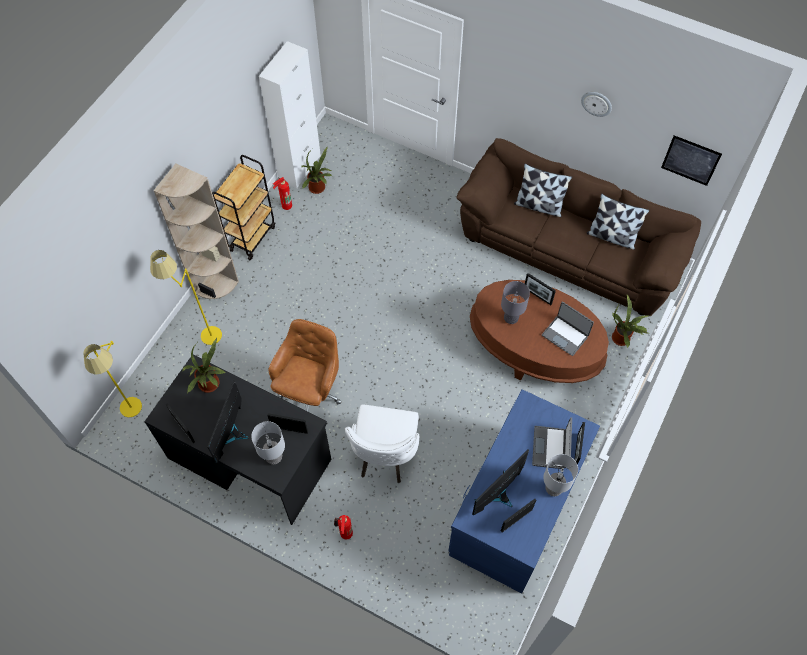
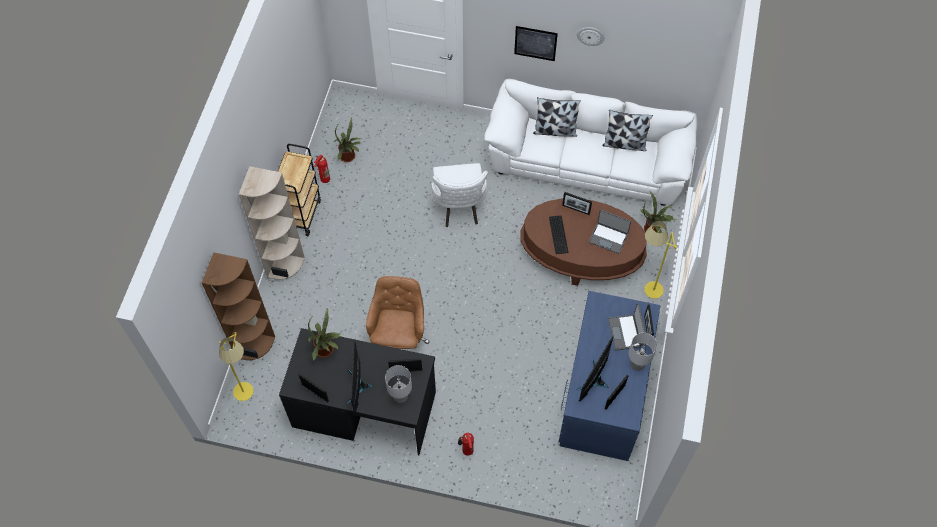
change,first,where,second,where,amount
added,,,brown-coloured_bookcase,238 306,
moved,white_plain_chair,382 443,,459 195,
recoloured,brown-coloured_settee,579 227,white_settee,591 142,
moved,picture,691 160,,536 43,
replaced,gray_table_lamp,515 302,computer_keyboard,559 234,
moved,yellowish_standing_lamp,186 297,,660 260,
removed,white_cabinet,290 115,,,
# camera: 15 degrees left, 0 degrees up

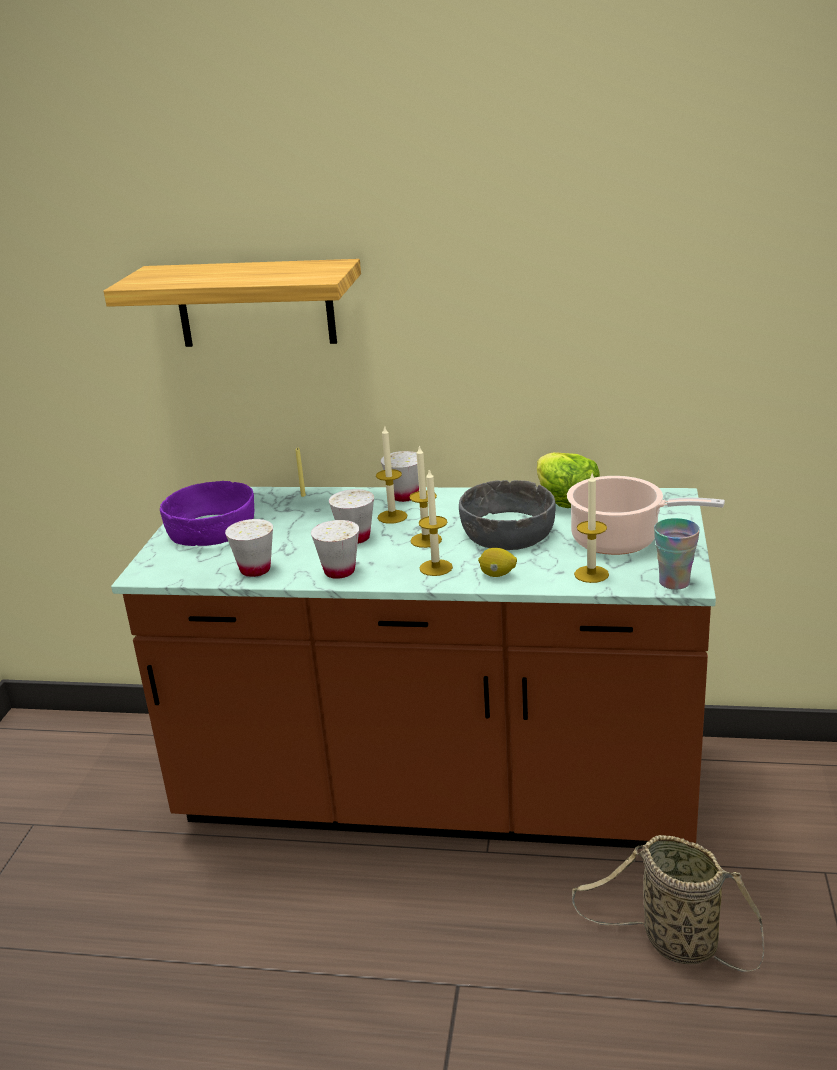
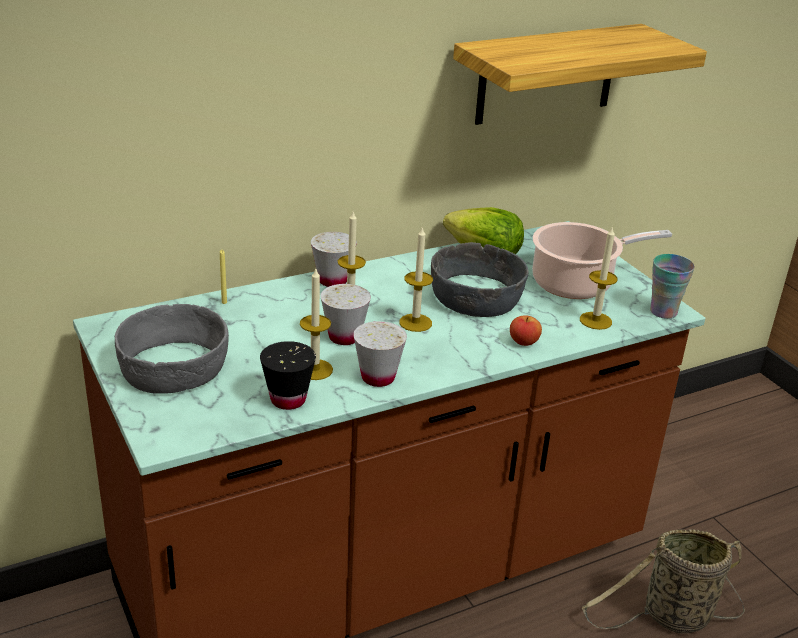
change,first,where,second,where,amount
recoloured,purple-coloured_bowl,207 513,gray_bowl,172 349,
recoloured,white_cup,249 548,black_cup,288 375,
moved,wax_candle,436 522,,316 324,
moved,wall_shelf,232 303,,580 74,
replaced,whole_lemon,497 562,whole_apple,526 330,
# camera: 40 degrees left, 5 degrees up

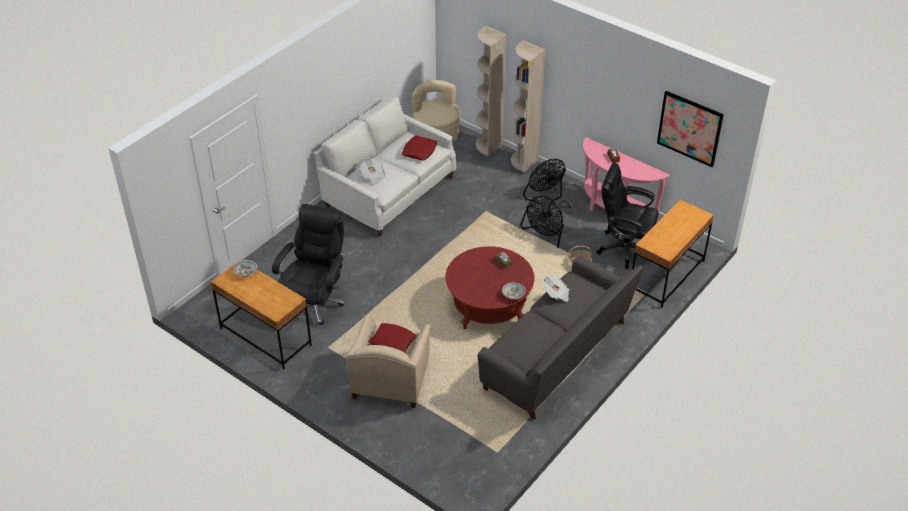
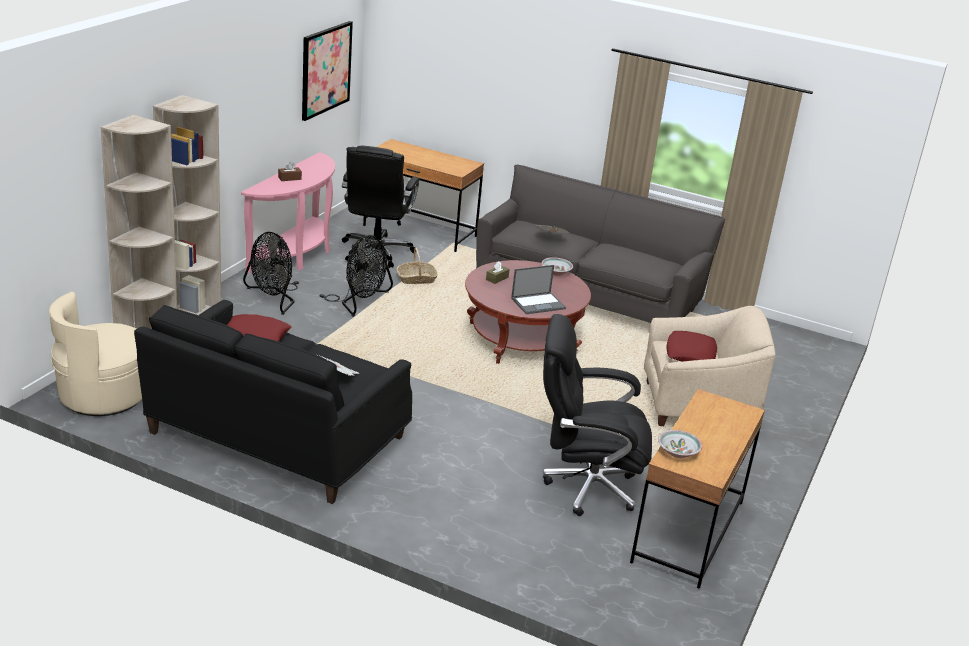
change,first,where,second,where,amount
recoloured,white_settee,385 166,black_settee,273 402,
added,,,notebook_computer,538 289,
# camera: 105 degrees left, 15 degrees down

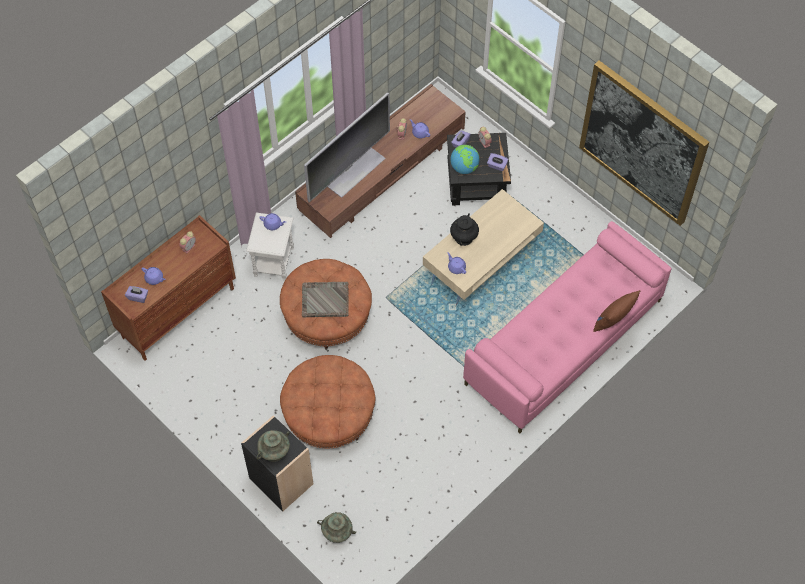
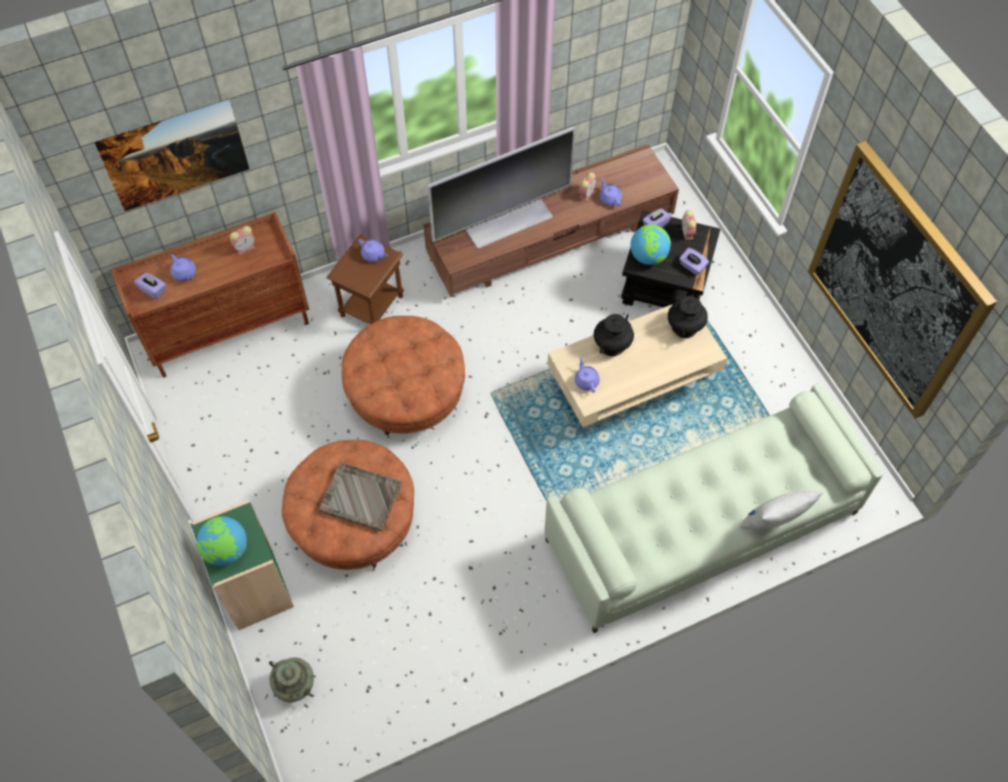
change,first,where,second,where,amount
added,,,picture,172 155,
recoloured,black_bookcase,277 463,green_bookcase,242 565,
replaced,blue-green_flower_vase,273 446,globe,221 541,
moved,gray_tray,325 299,,360 497,
recoloured,white_accent_table,270 246,brown-coloured_accent_table,365 279,
recoloured,pink-coloured_settee,567 327,white_settee,713 508,
added,,,black_flower_vase,688 315,
recoloured,brown-coloured_cushion,616 311,gray_cushion,781 510,
# camera: 20 degrees right, 0 degrees up

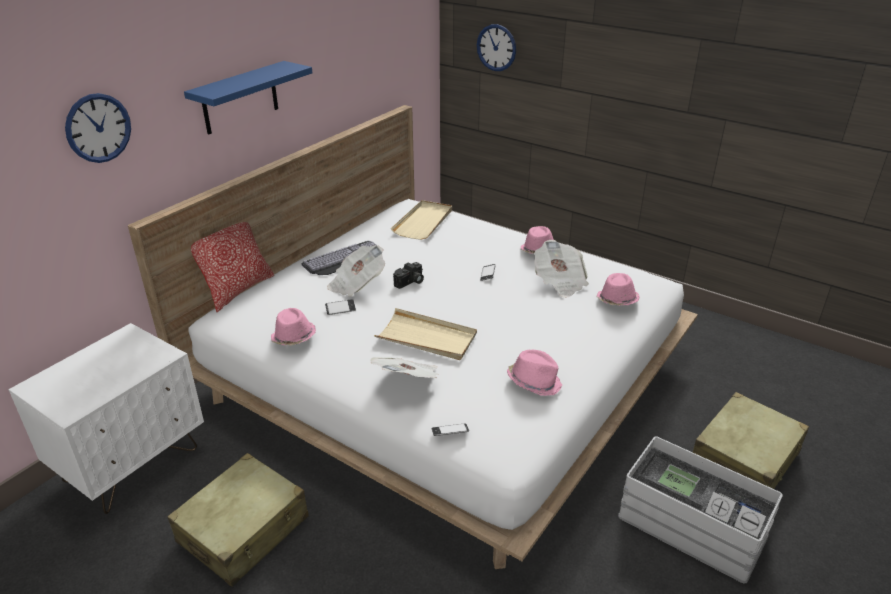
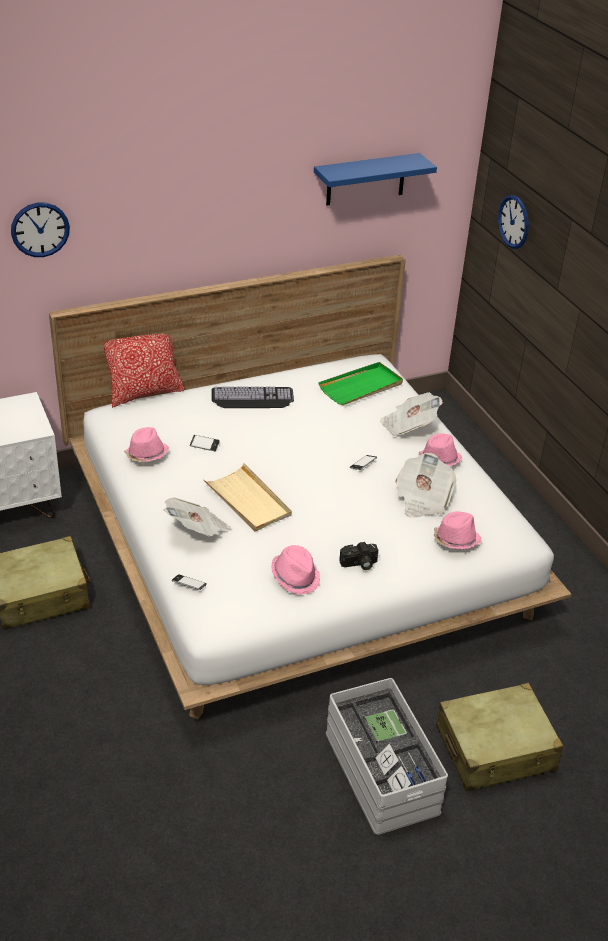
change,first,where,second,where,amount
moved,bluish_wall_shelf,248 98,,375 179,
recoloured,beige-coloured_tray,421 220,green_tray,360 383,
moved,photo_camera,408 275,,358 556,
moved,newspaper,356 271,,411 414,
# camera: 30 degrees right, 5 degrees up

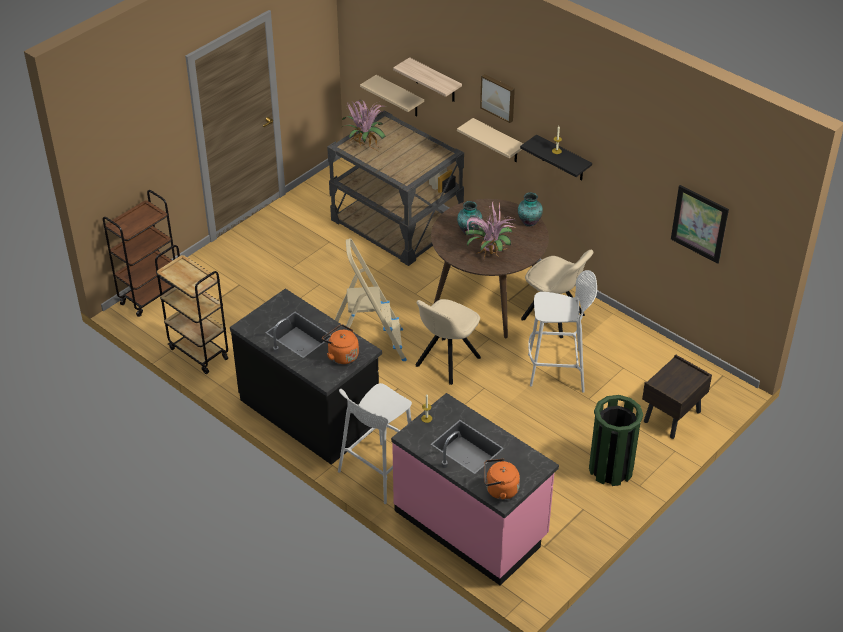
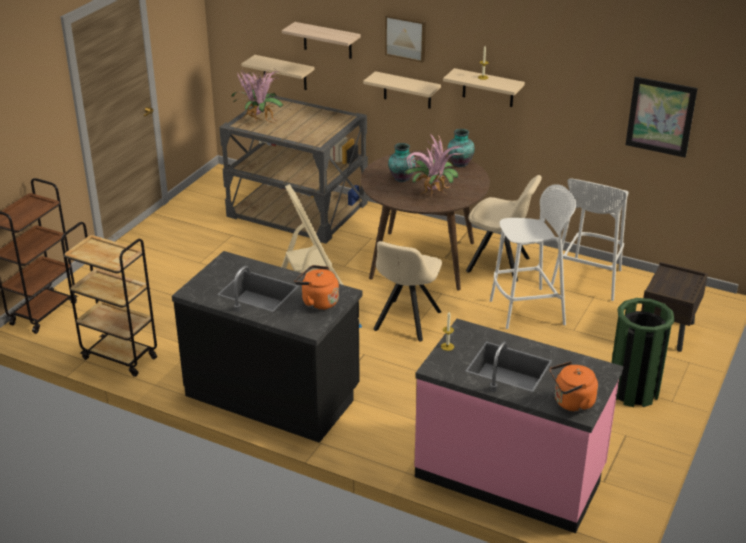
change,first,where,second,where,amount
recoloured,black_wall_shelf,556 158,beige-coloured_wall_shelf,484 87,
moved,white_stool,375 443,,590 239,
# camera: 15 degrees left, 10 degrees down

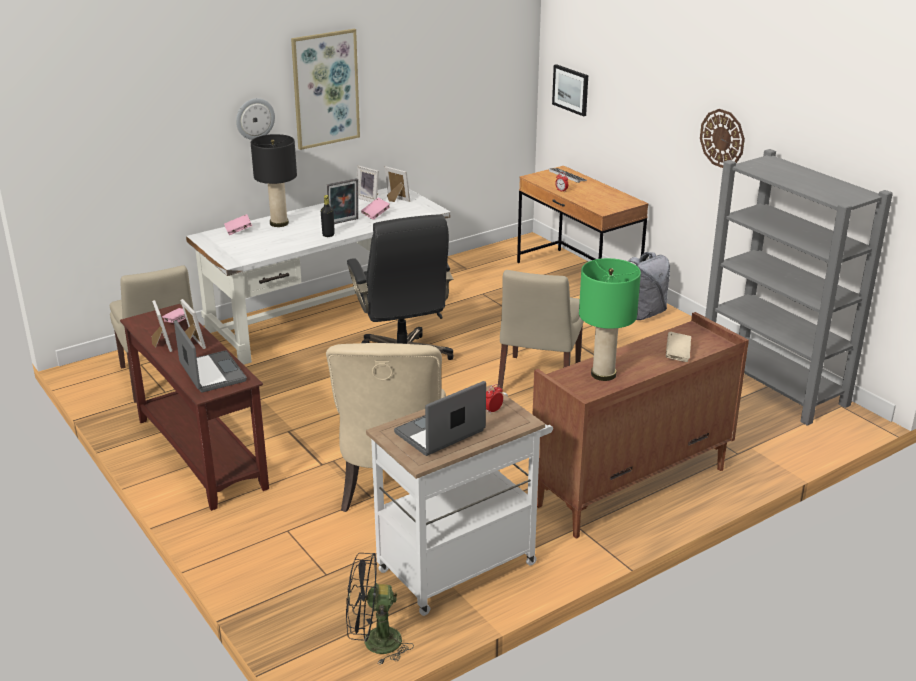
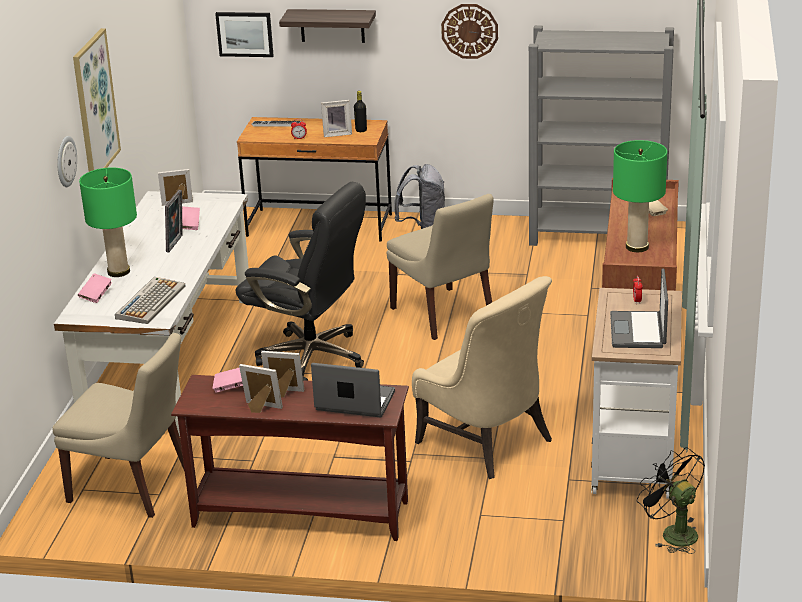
change,first,where,second,where,amount
recoloured,black_table_lamp,274 180,green_table_lamp,108 222,
added,,,computer_keyboard,150 300,
added,,,wall_shelf,327 26,
moved,photo_frame,368 183,,336 118,
moved,black_drink_bottle,328 216,,360 111,
turned,black_cooling_fan,380 609,,671 500,105 degrees clockwise
# camera: 45 degrees left, 0 degrees up

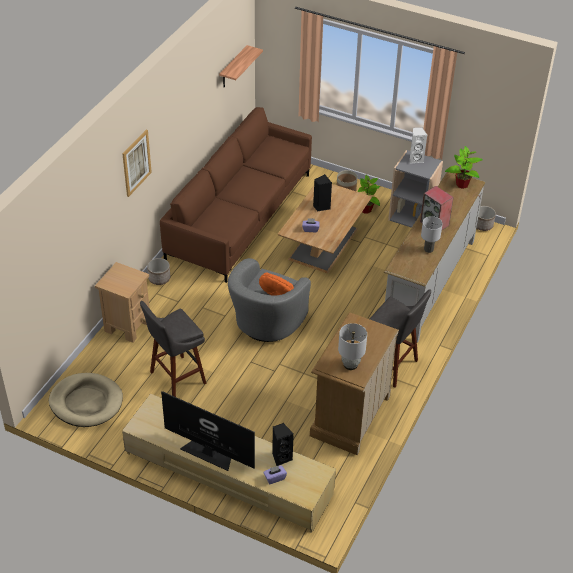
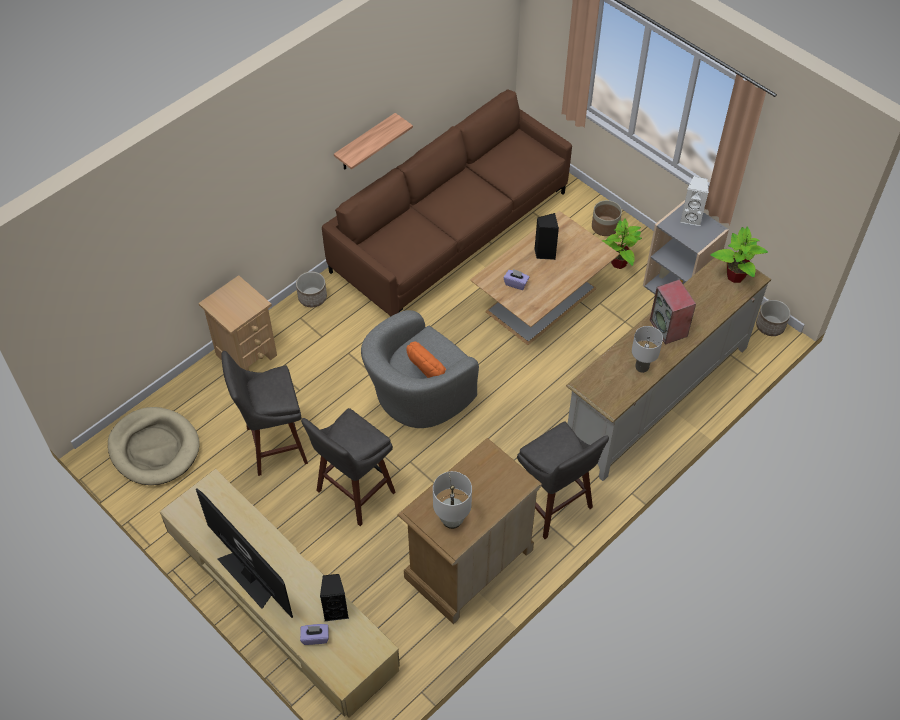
change,first,where,second,where,amount
added,,,gray_stool,348 467,
moved,wall_shelf,241 66,,373 141,
removed,picture,137 163,,,
# camera: 20 degrees right, 10 degrees up

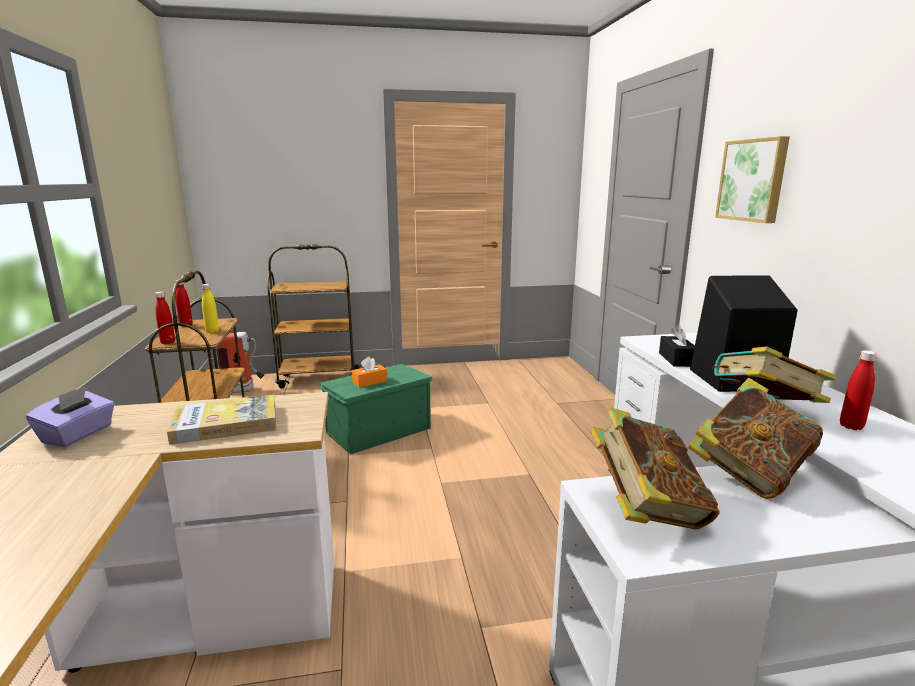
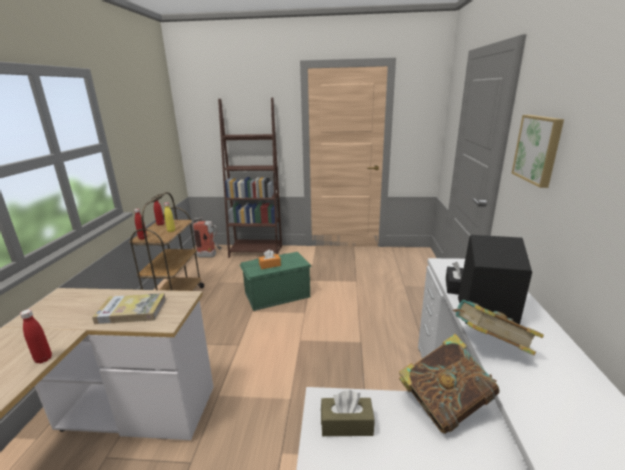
change,first,where,second,where,amount
moved,reddish_drink_bottle,858 390,,36 336,
replaced,brown-coloured_trolley,314 316,brown-coloured_bookcase,250 178,
replaced,volume,655 468,brown-coloured_box_of_tissues,348 413,
removed,purple-coloured_box_of_tissues,70 416,,,
# camera: 15 degrees right, 5 degrees up

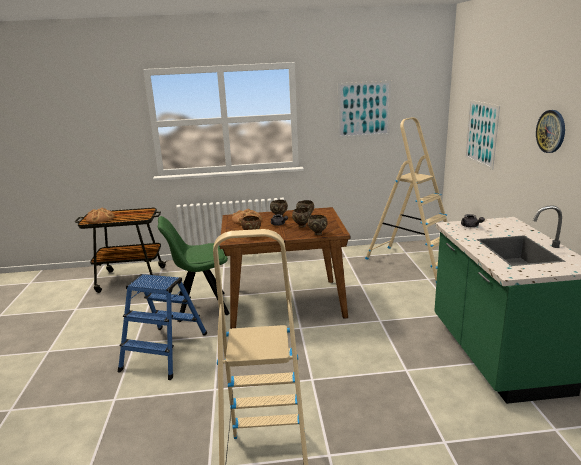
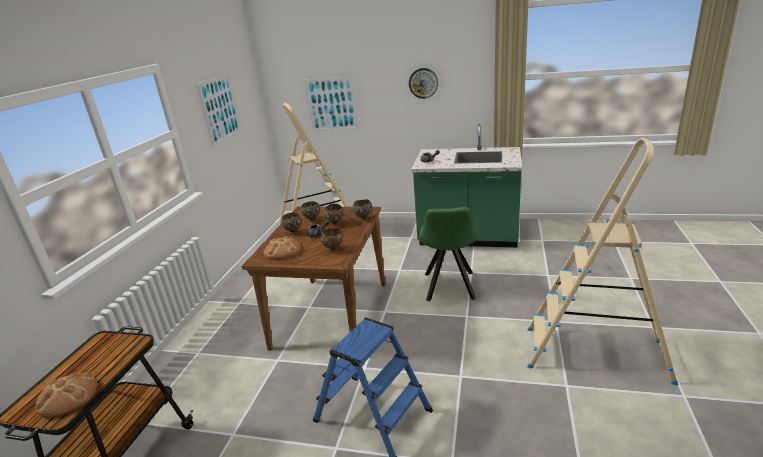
change,first,where,second,where,amount
moved,green_plain_chair,194 269,,448 254,
# camera: 70 degrees left, 5 degrees up

